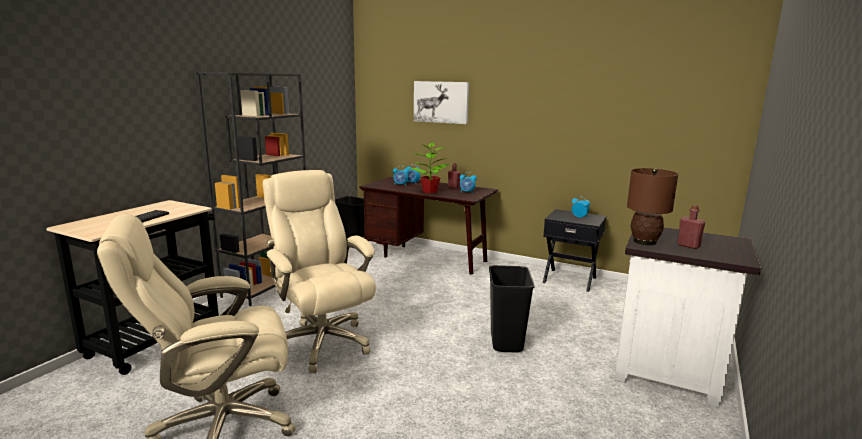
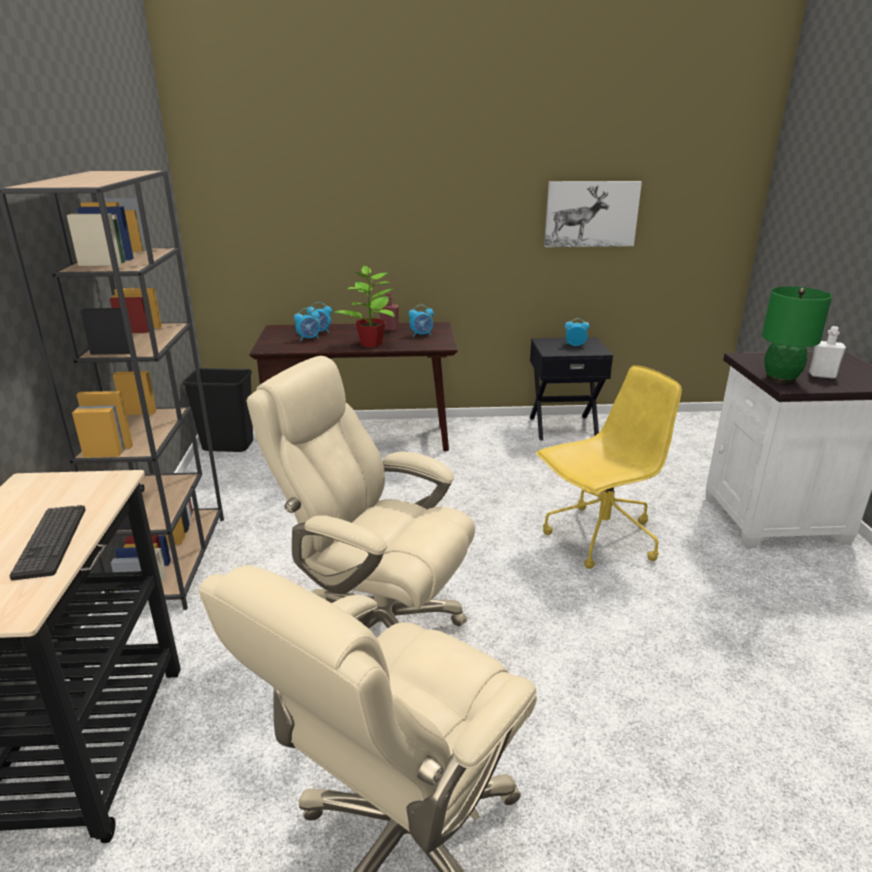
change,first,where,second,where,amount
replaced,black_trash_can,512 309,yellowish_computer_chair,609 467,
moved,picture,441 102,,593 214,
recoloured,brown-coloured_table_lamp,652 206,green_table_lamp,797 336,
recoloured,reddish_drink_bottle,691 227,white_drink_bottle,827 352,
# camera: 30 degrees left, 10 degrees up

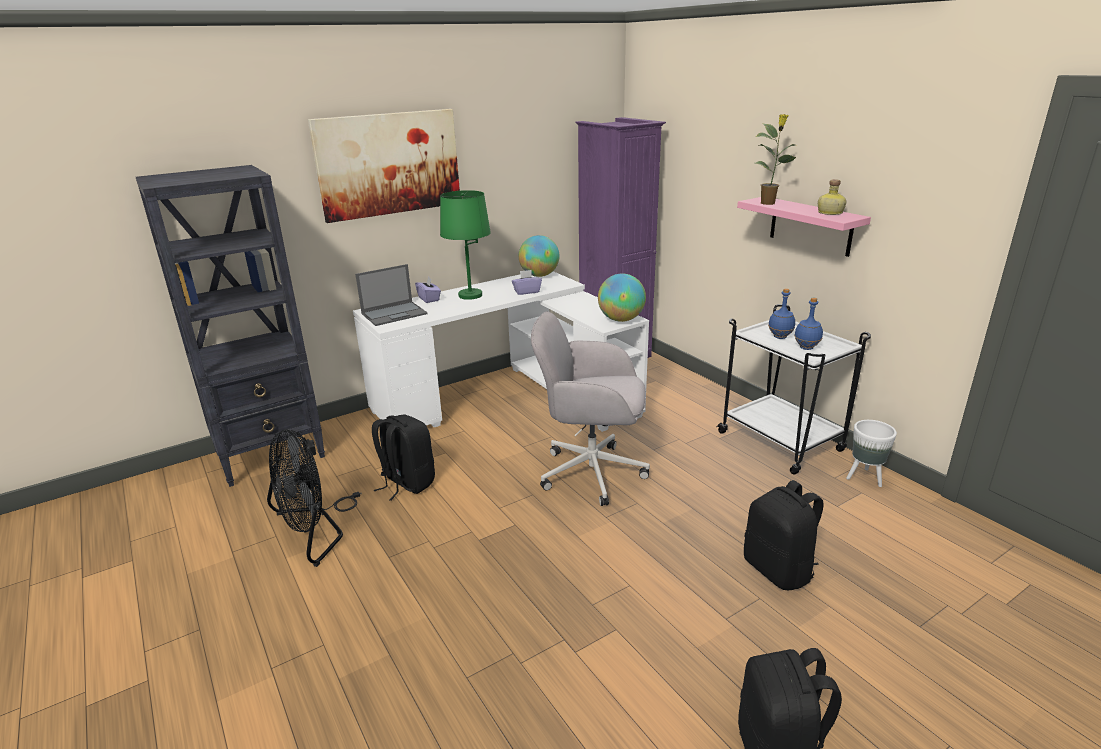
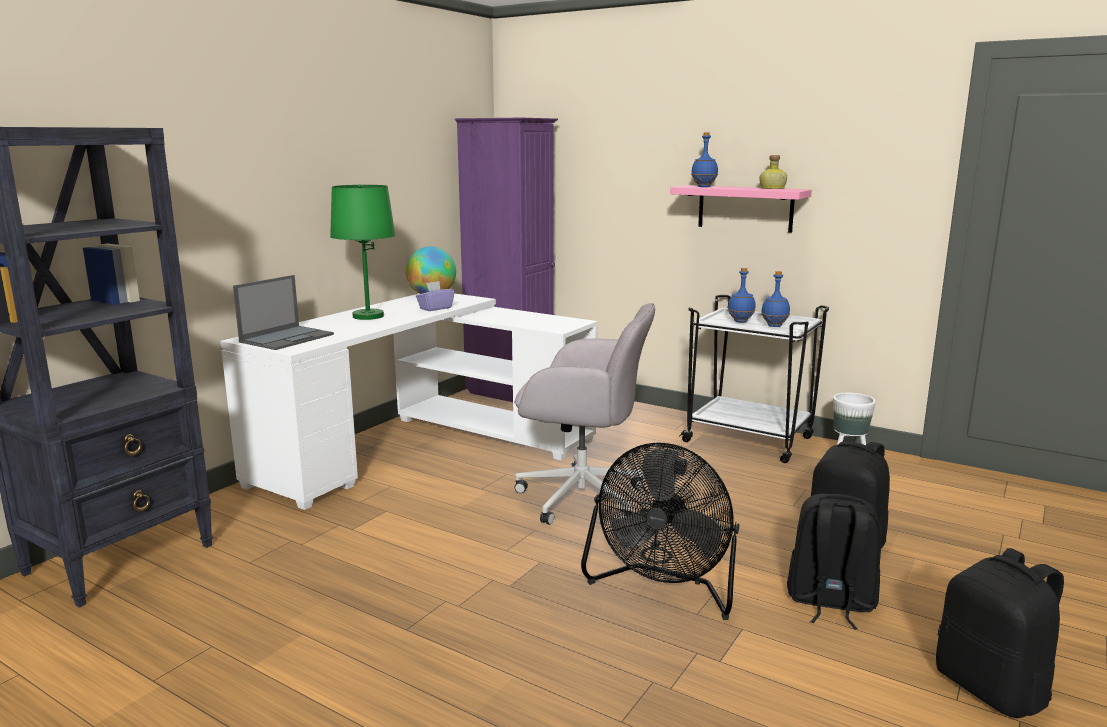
change,first,where,second,where,amount
turned,gray_computer_chair,590 408,,584 414,150 degrees counterclockwise
moved,black_cooling_fan,314 498,,660 531,
replaced,houseplant,776 159,bluish_drink_bottle,704 159,
moved,black_knapsack,403 458,,834 561,
removed,picture,384 166,,,
removed,purple-coloured_box_of_tissues,428 289,,,
removed,globe,622 297,,,
# camera: 25 degrees left, 10 degrees down

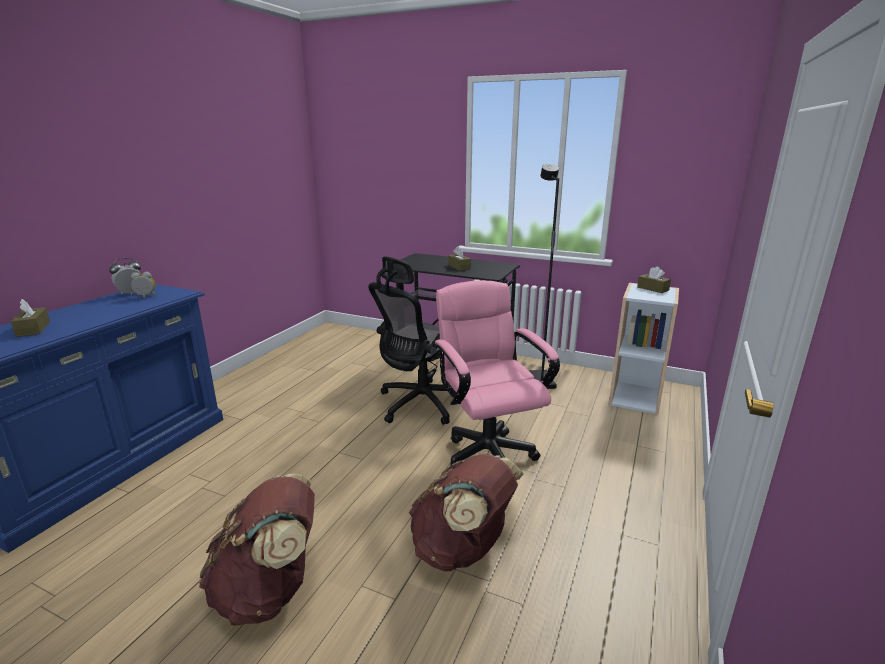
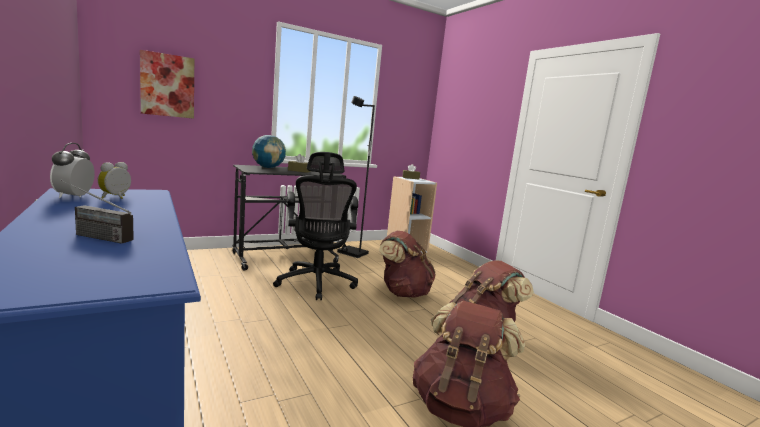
change,first,where,second,where,amount
replaced,brown-coloured_box_of_tissues,30 318,radio,97 212,
added,,,picture,167 84,
added,,,globe,269 151,
replaced,pink-coloured_computer_chair,496 375,brown-coloured_knapsack,407 264,
# camera: 55 degrees left, 10 degrees down

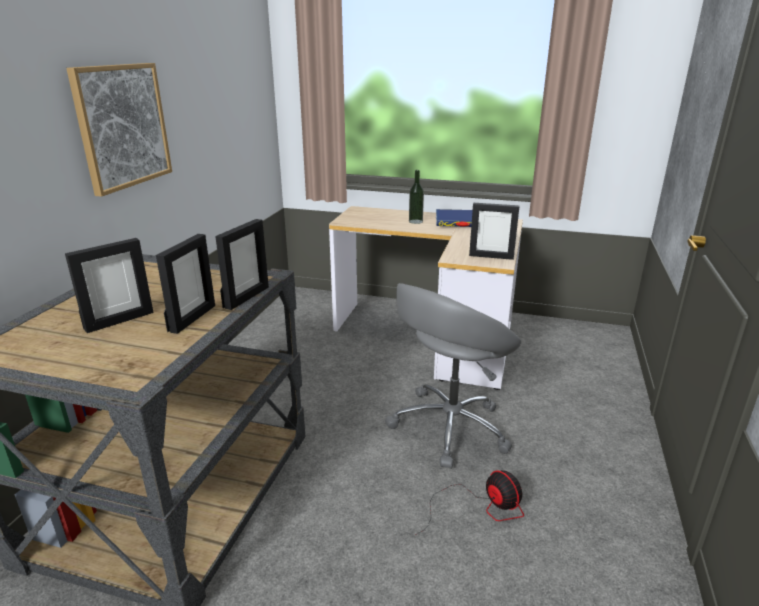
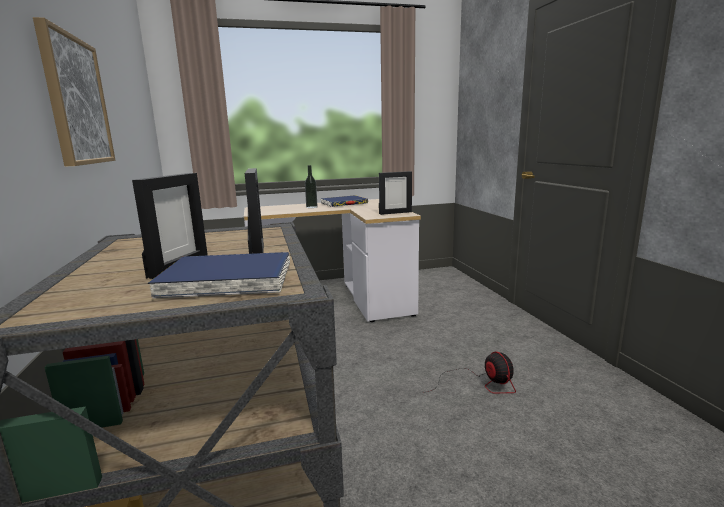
change,first,where,second,where,amount
added,,,bluish_volume,219 275,
turned,cooling_fan,469 502,,469 372,45 degrees clockwise
removed,photo_frame,242 264,,,
removed,gray_computer_chair,453 376,,,
# camera: 30 degrees left, 10 degrees down

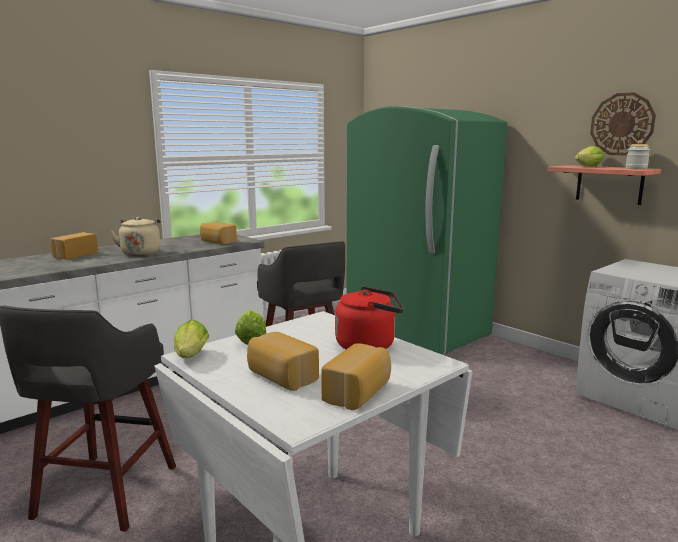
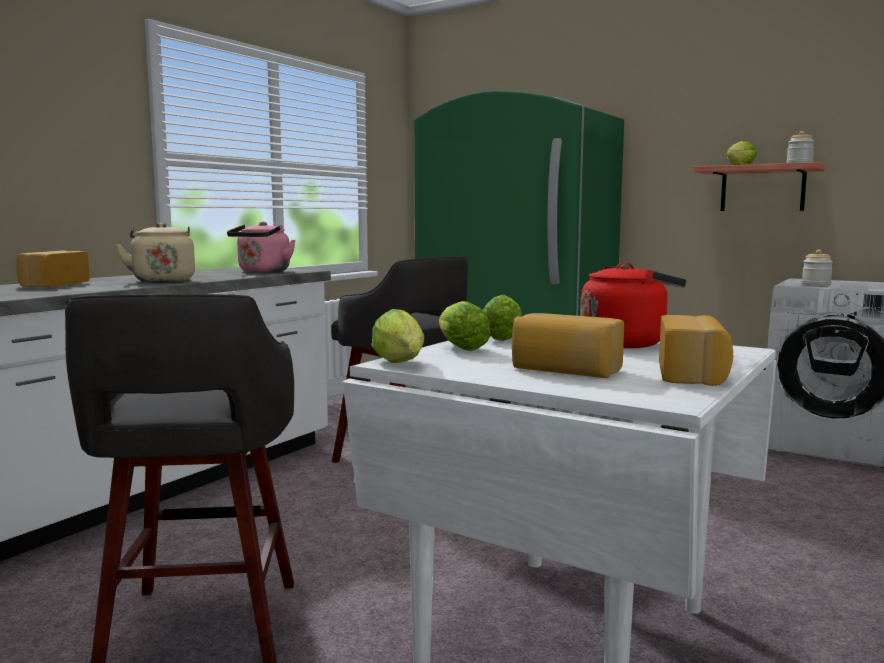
change,first,where,second,where,amount
replaced,bakery_bread,218 233,pink-coloured_tea_kettle,261 247,
added,,,head_of_lettuce,502 318,
added,,,storage_jar,817 268,
removed,hanging_clock,623 123,,,
# camera: 15 degrees left, 5 degrees down

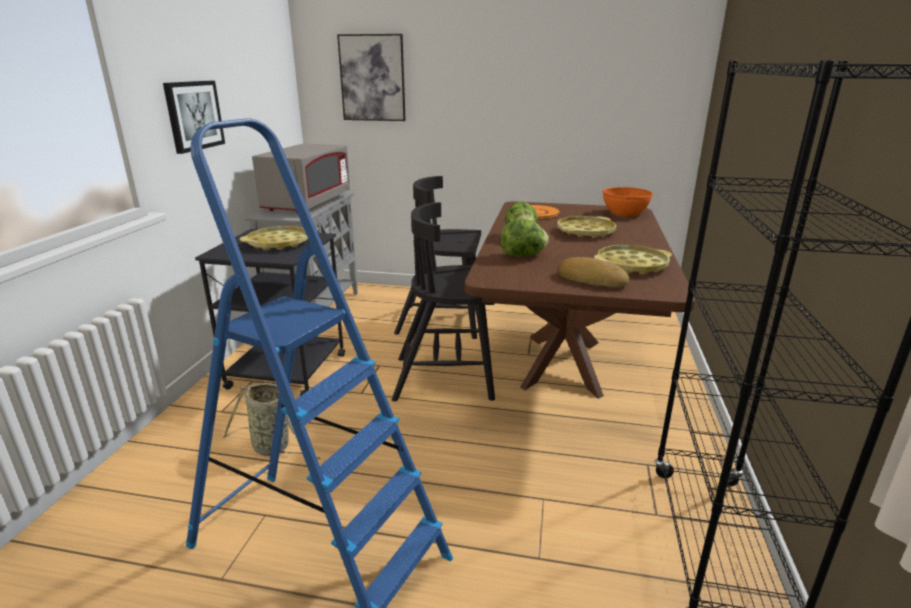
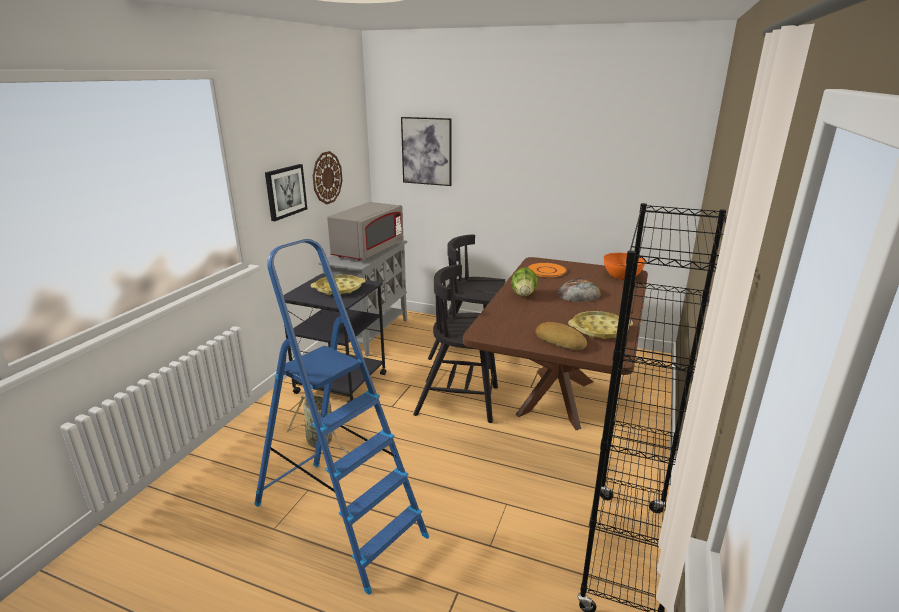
change,first,where,second,where,amount
added,,,hanging_clock,328 178,
replaced,yellowish_tray,586 227,bakery_bread,579 290,
removed,head_of_lettuce,525 238,,,
# camera: 10 degrees right, 0 degrees up

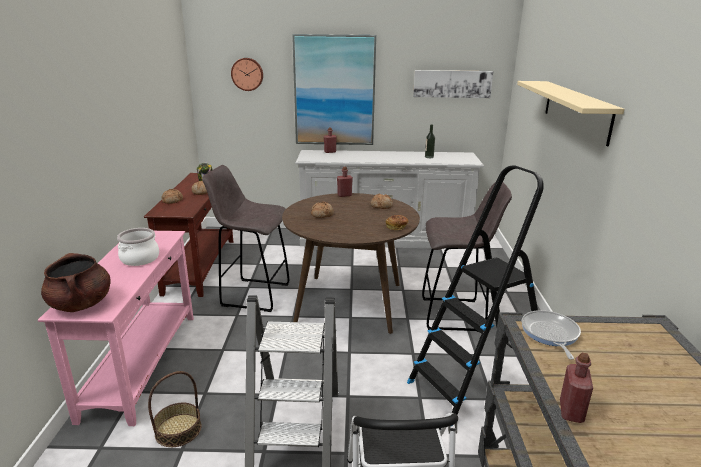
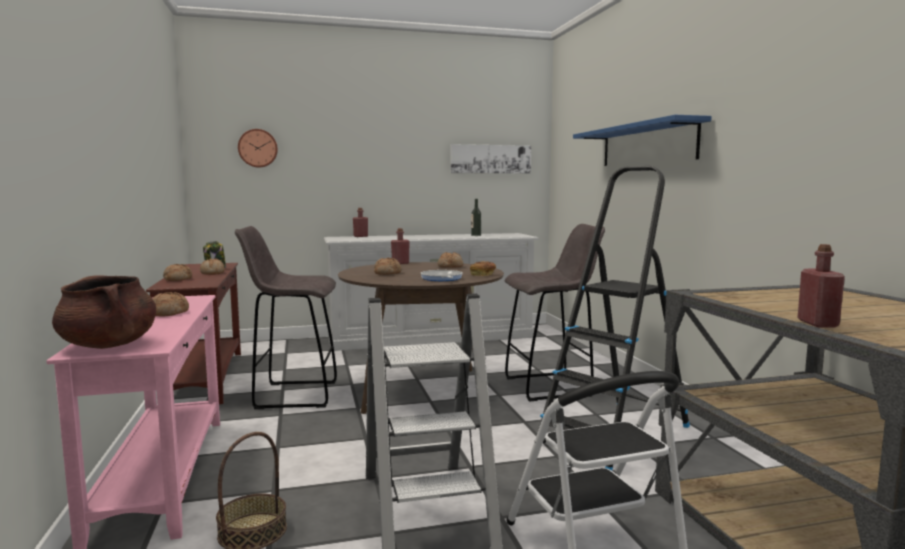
change,first,where,second,where,amount
replaced,saucepot,138 247,bakery_bread,171 304,
moved,pan,551 335,,442 275,
recoloured,beige-coloured_wall_shelf,570 114,bluish_wall_shelf,642 140,
removed,picture,334 89,,,
# camera: 15 degrees left, 15 degrees down

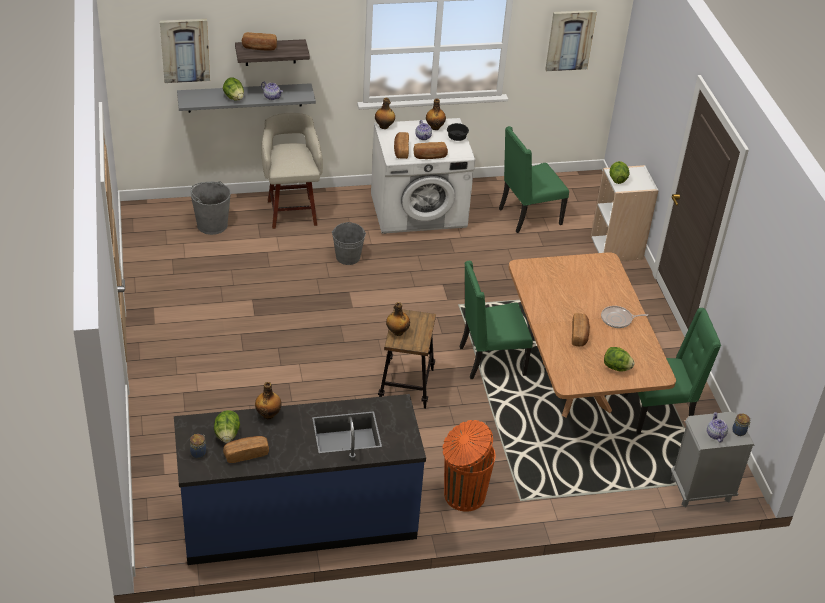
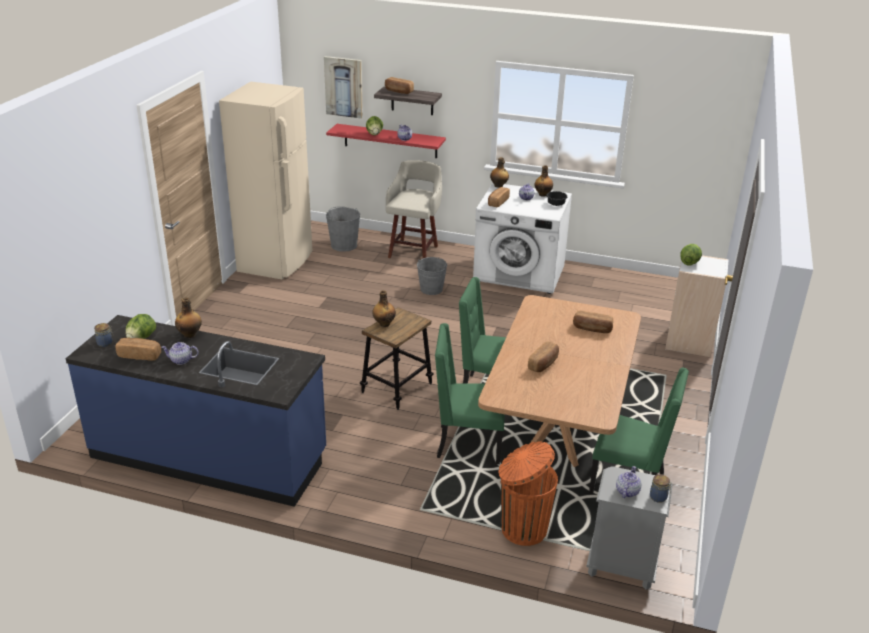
change,first,where,second,where,amount
added,,,pot_for_tea,180 353,
added,,,beige-coloured_kitchen_fridge,265 180,
recoloured,gray_wall_shelf,246 98,reddish_wall_shelf,386 141,
moved,green_plain_chair,534 179,,470 393,
moved,orange-coloured_trash_can,469 466,,528 493,
moved,bakery_bread,431 150,,593 321,
removed,picture,571 40,,,
removed,pan,624 317,,,
removed,head_of_lettuce,619 359,,,
# camera: 30 degrees right, 10 degrees down

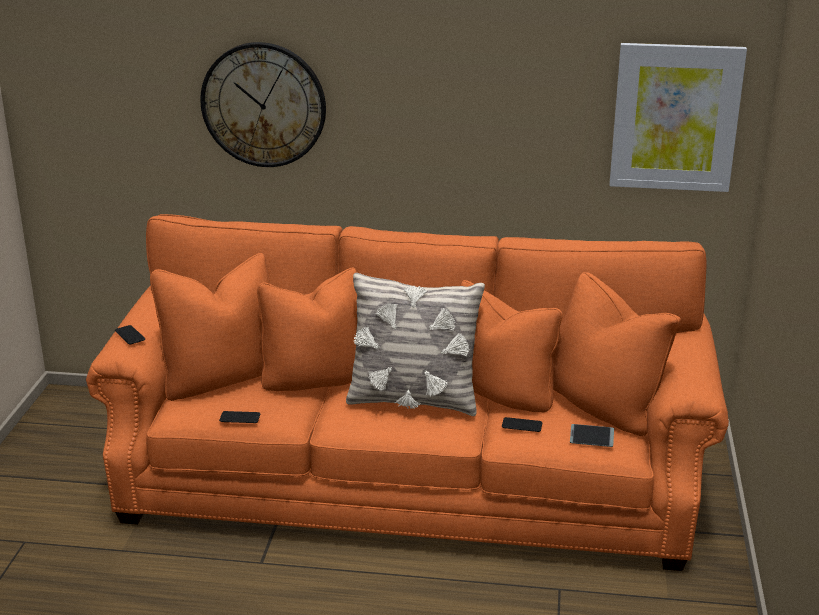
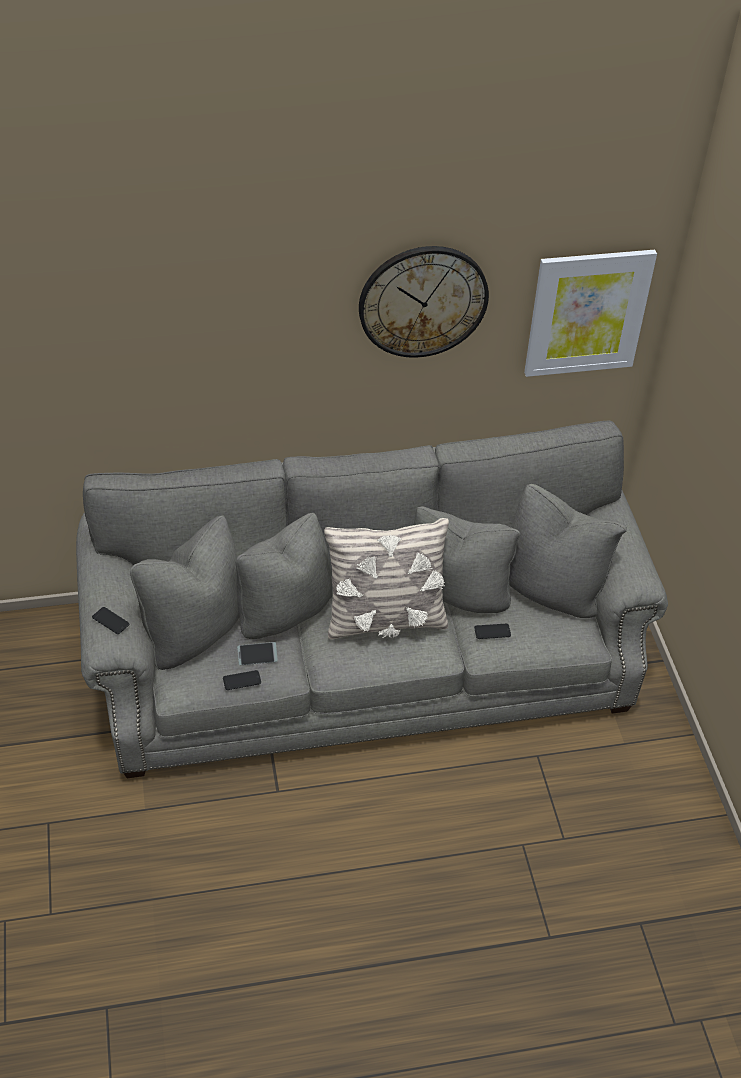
change,first,where,second,where,amount
recoloured,orange-coloured_settee,407 392,gray_settee,372 599,
moved,handset,592 435,,257 653,
moved,hanging_clock,263 104,,424 302,
# camera: 20 degrees left, 20 degrees up

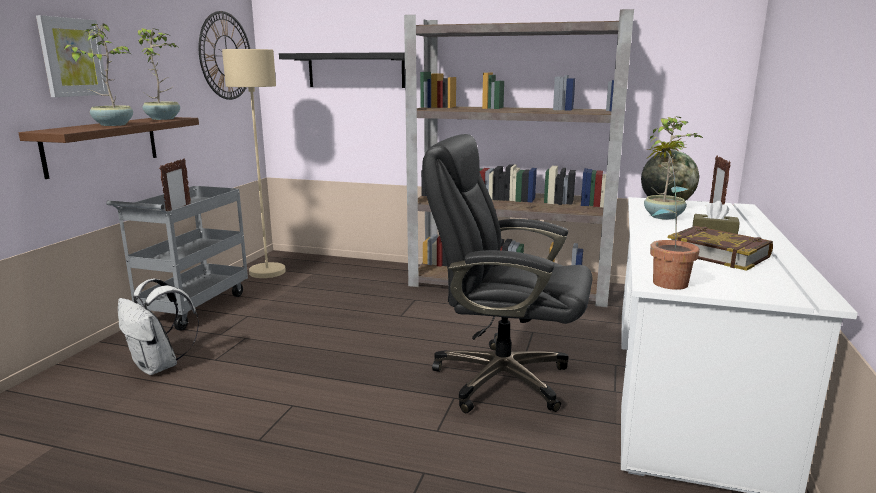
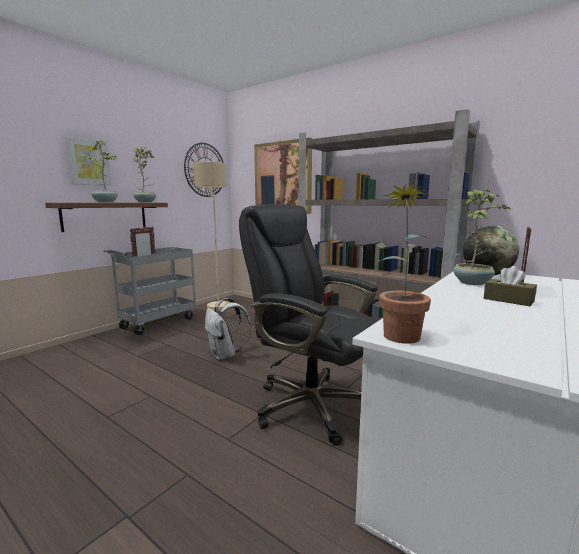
change,first,where,second,where,amount
moved,white_knapsack,158 327,,228 329,
replaced,black_wall_shelf,342 70,picture,283 175,
removed,volume,720 248,,,
# camera: 20 degrees right, 5 degrees down

